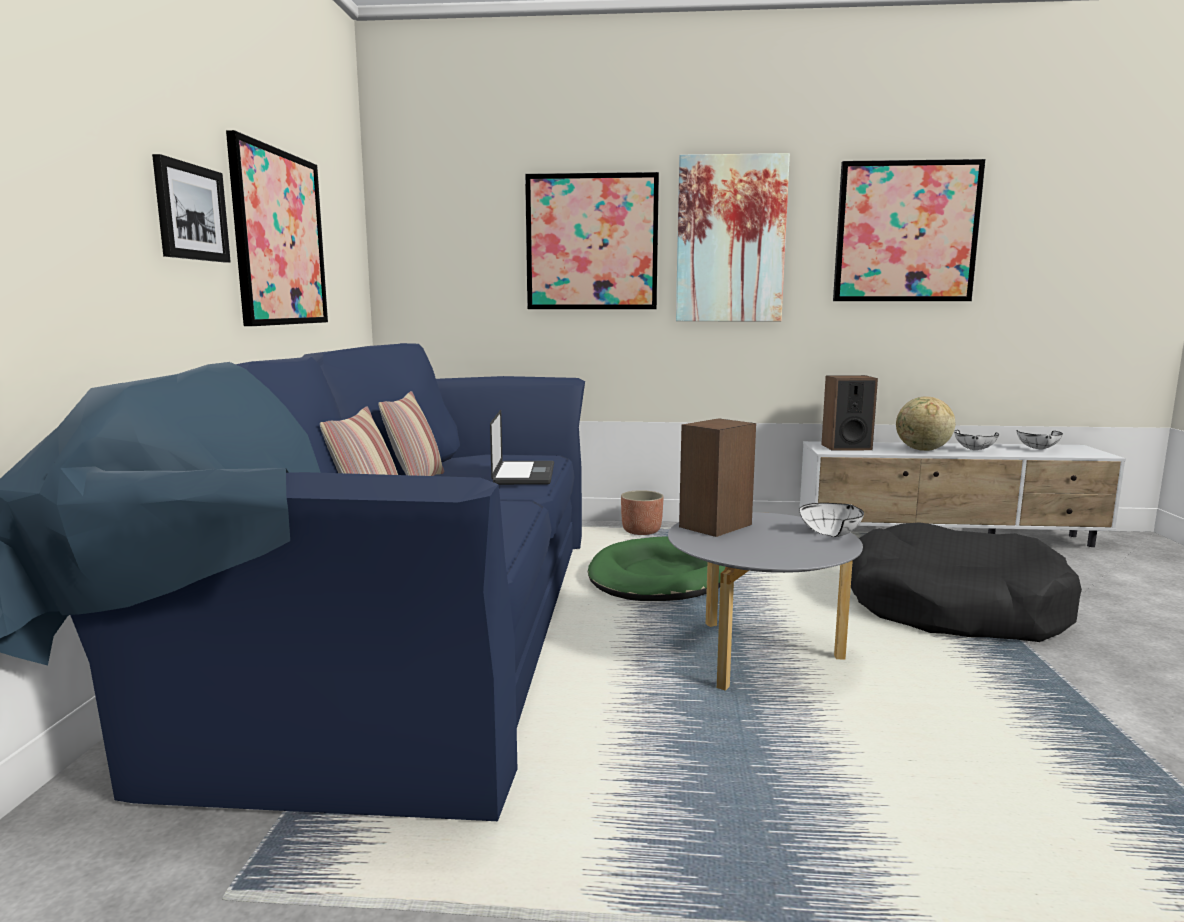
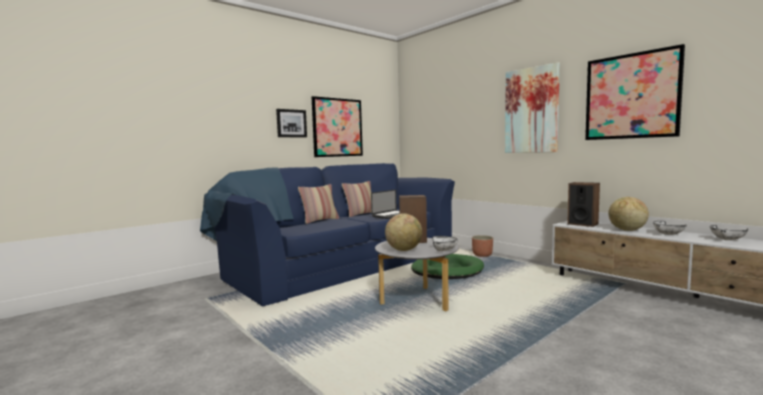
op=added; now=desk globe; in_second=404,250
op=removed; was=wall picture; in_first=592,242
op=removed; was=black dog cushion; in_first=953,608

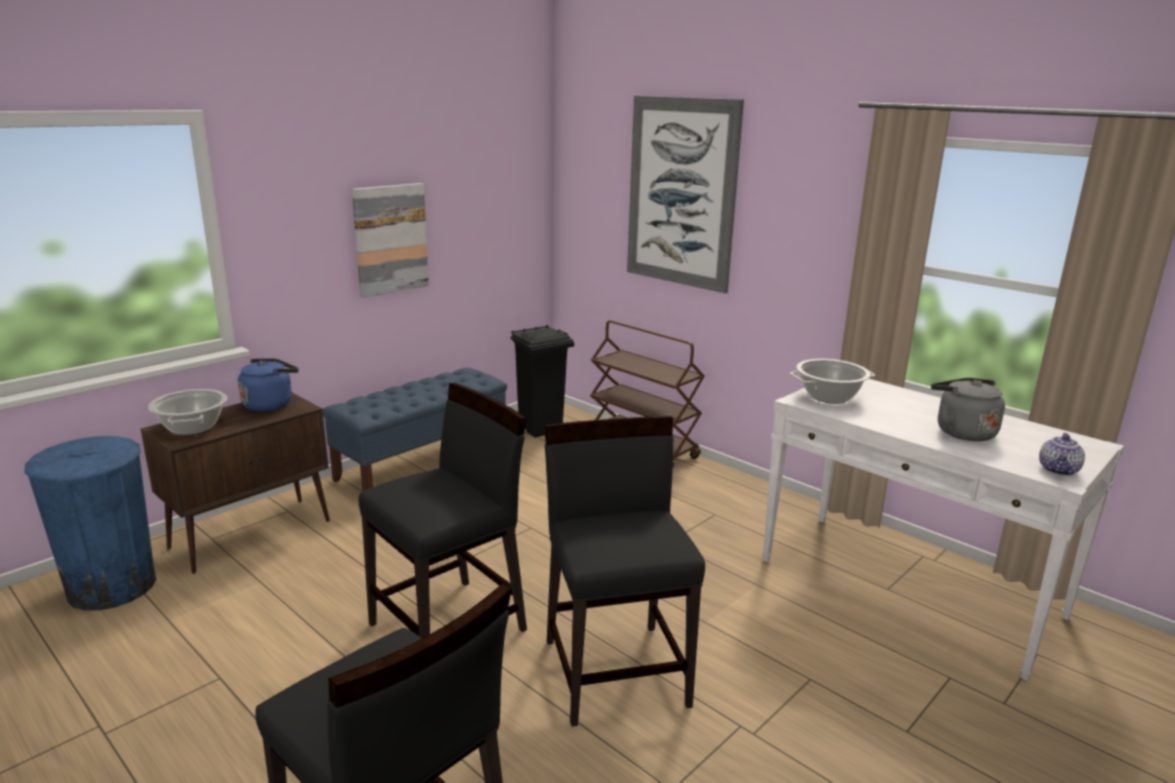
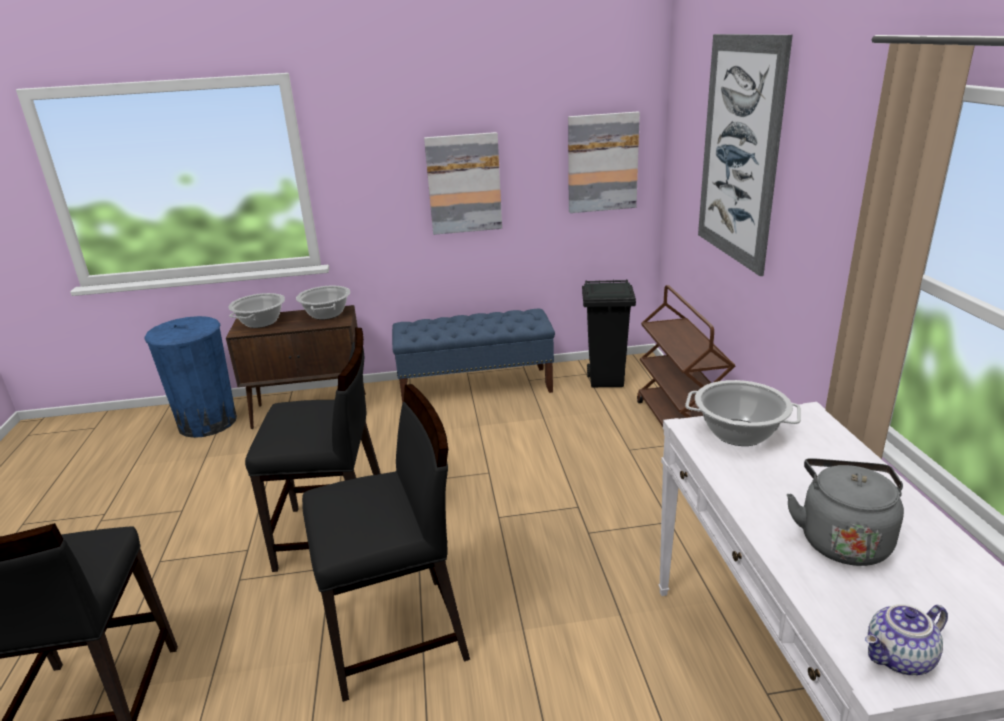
op=replaced; was=blue-coloured water kettle; now=saucepot; in_first=270,404; in_second=326,314
op=turned; was=black plain chair; in_first=616,670; in_second=397,635; clockwise=45
op=added; now=wall picture; in_second=602,162

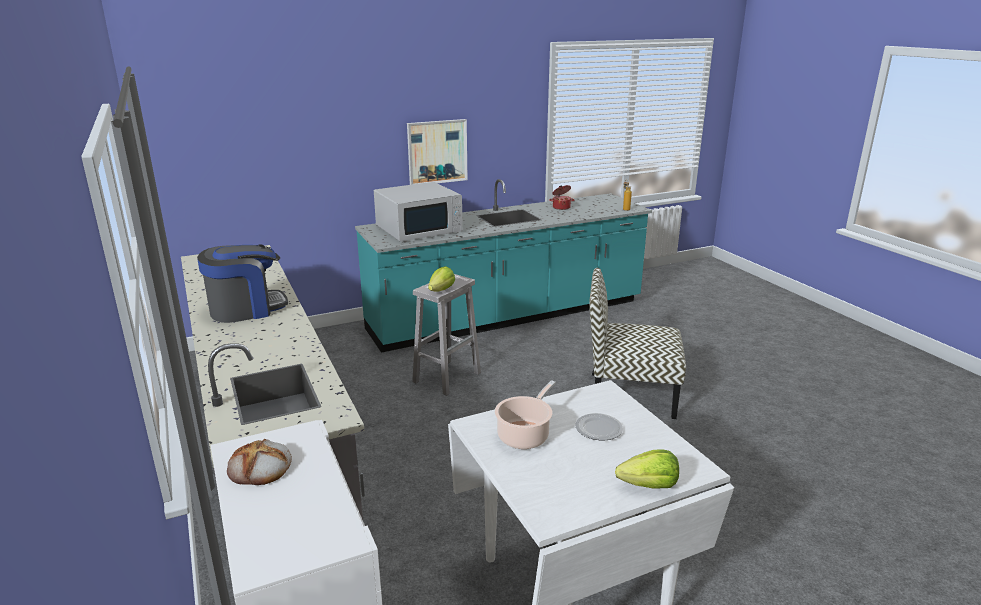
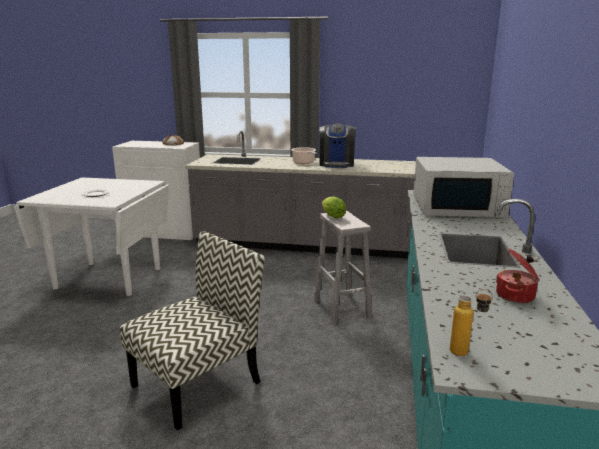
op=moved; was=saucepot; in_first=525,435; in_second=304,162
op=turned; was=white-coloured microwave oven; in_first=419,229; in_second=458,207; clockwise=-90
op=removed; was=wall picture; in_first=437,152
op=removed; was=lettuce; in_first=649,486

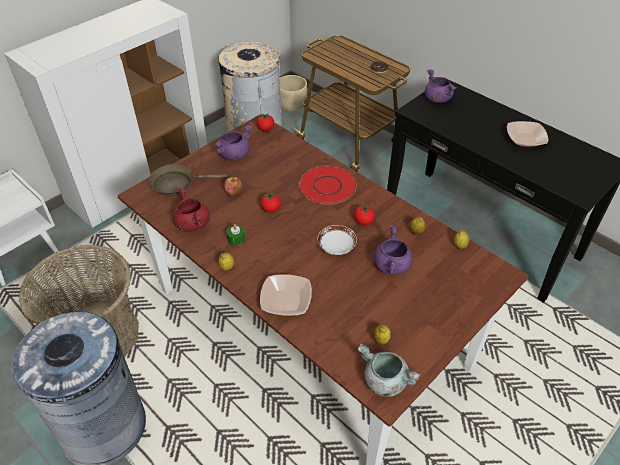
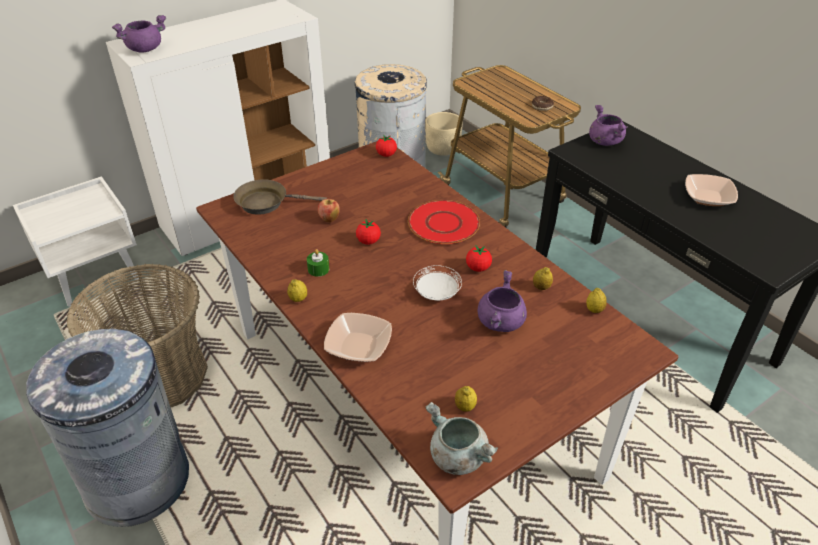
op=moved; was=purple-coloured saucepot; in_first=234,154; in_second=145,49
op=removed; was=reddish saucepot; in_first=192,224

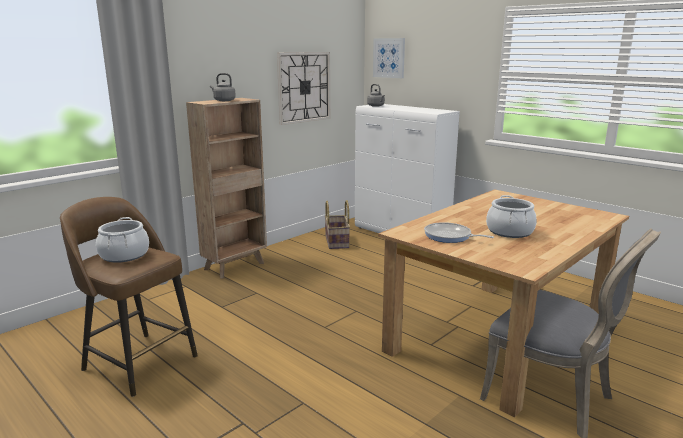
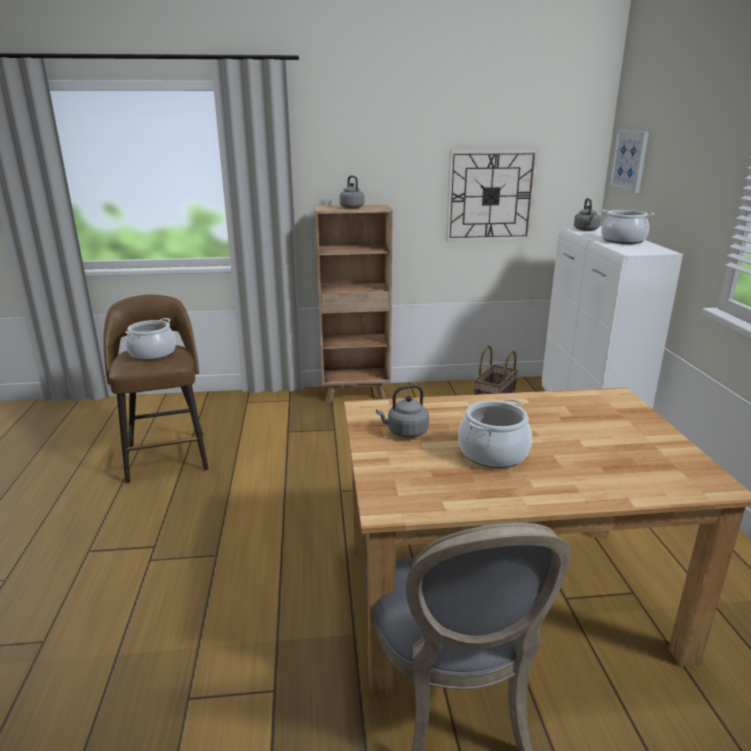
op=replaced; was=frying pan; now=grey water kettle; in_first=450,236; in_second=405,432
op=added; now=saucepot; in_second=623,240

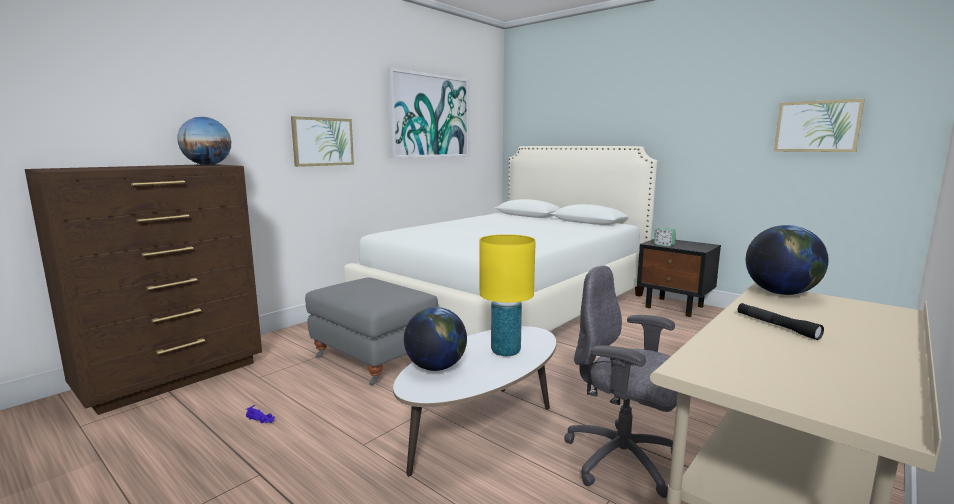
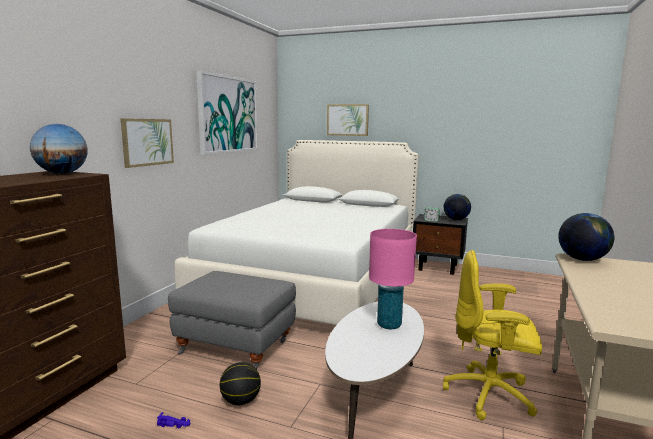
op=added; now=basketball ball; in_second=240,401
op=moved; was=wall picture; in_first=817,126; in_second=347,120
op=recoloured; was=yellowish tabletop lamp; now=pink-coloured tabletop lamp; in_first=506,351; in_second=389,325
op=recoloured; was=grey computer chair; now=yellowish computer chair; in_first=623,460; in_second=490,395
op=moved; was=desk globe; in_first=436,367; in_second=456,219
op=removed; was=black flashlight; in_first=776,326

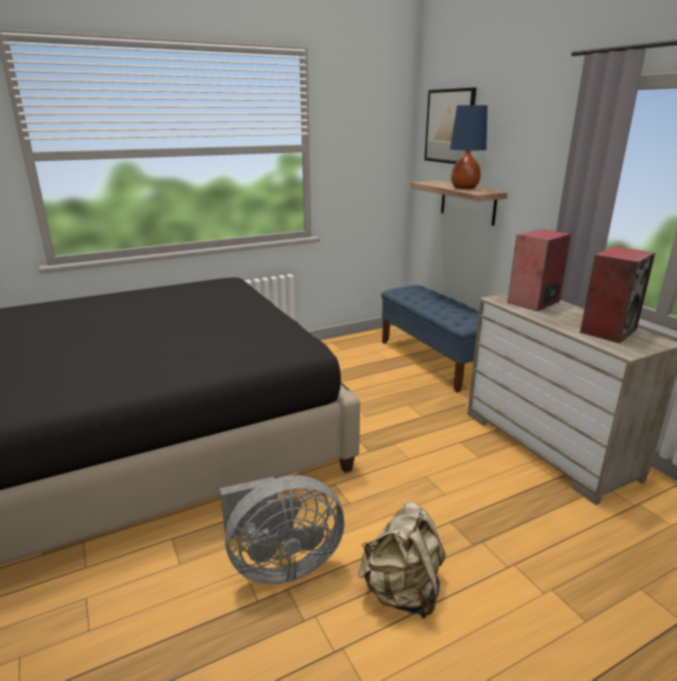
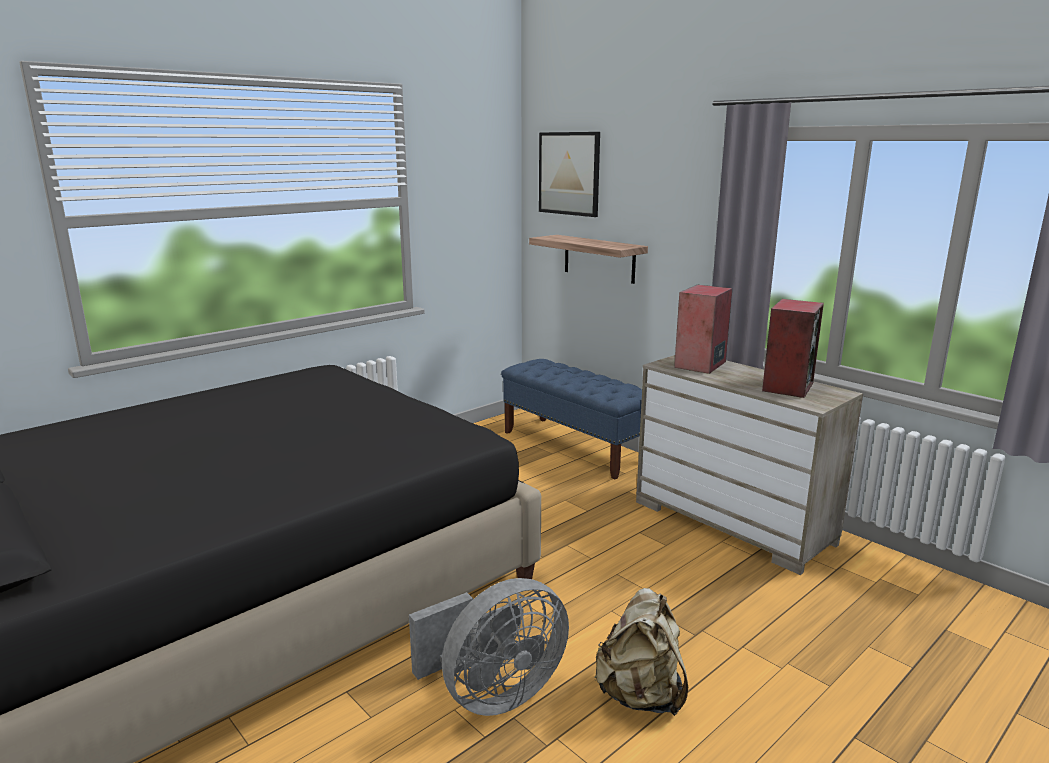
op=removed; was=blue-coloured tabletop lamp; in_first=465,188

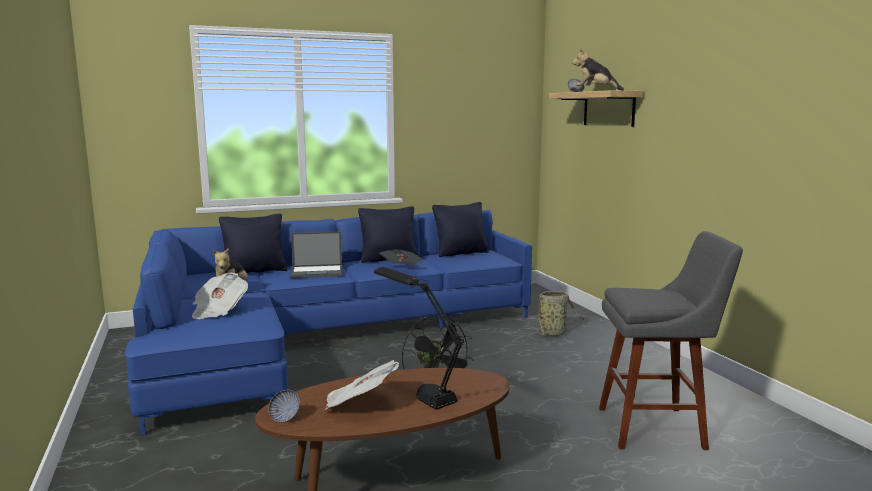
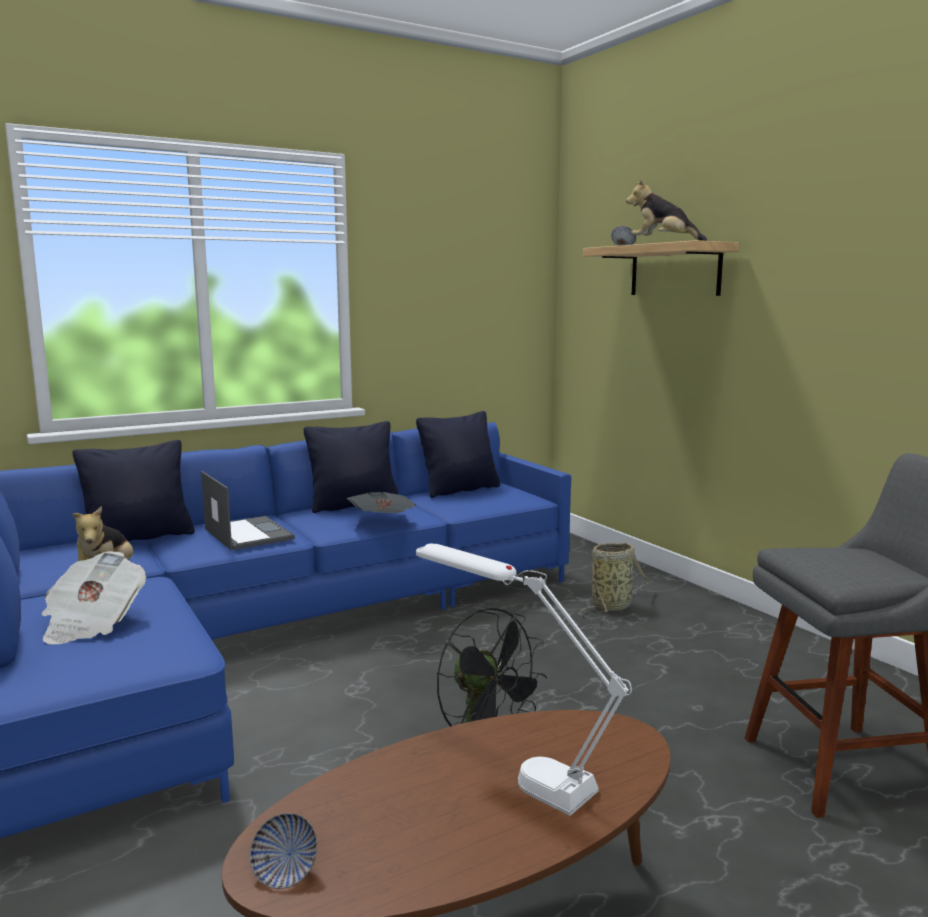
op=turned; was=notebook computer; in_first=318,272; in_second=247,533; clockwise=-105
op=recoloured; was=black tabletop lamp; now=white-coloured tabletop lamp; in_first=417,389; in_second=513,768
op=removed; was=newspaper; in_first=360,403

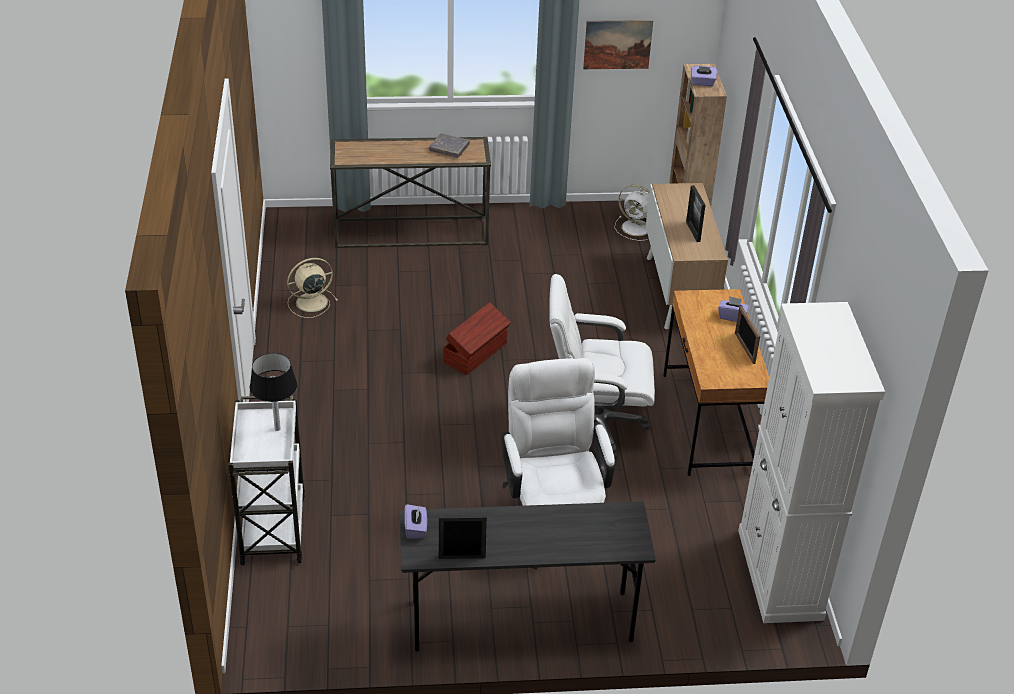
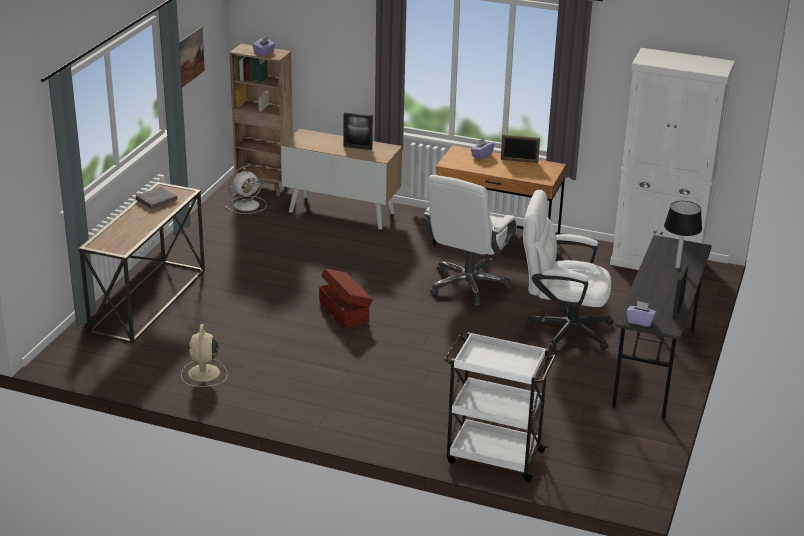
op=moved; was=black tabletop lamp; in_first=277,428; in_second=677,267

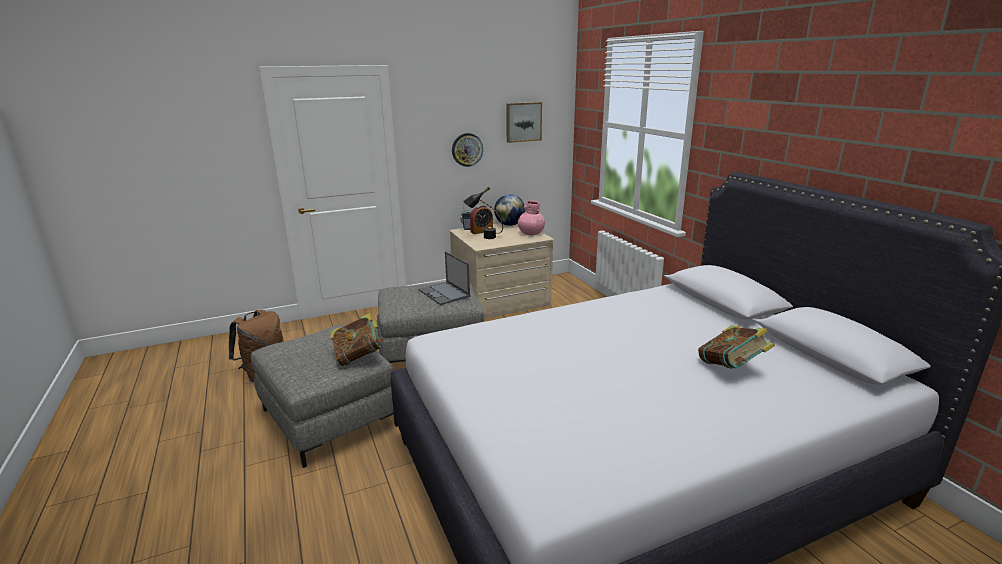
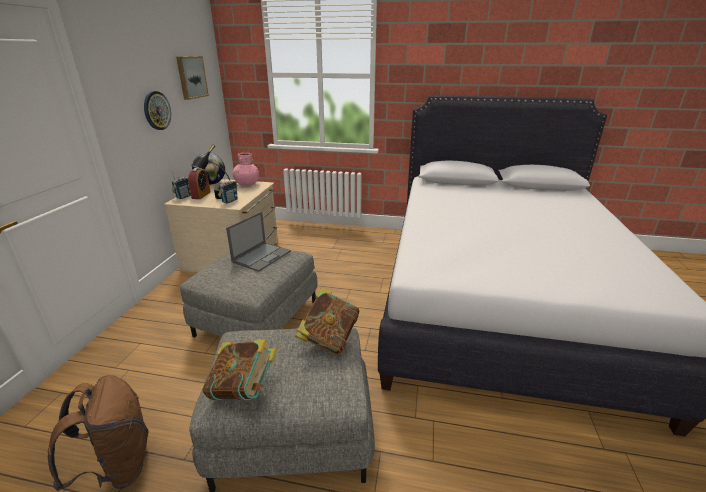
op=moved; was=book; in_first=731,368; in_second=244,389
op=added; now=radio set; in_second=229,201
op=turned; was=notebook computer; in_first=444,293; in_second=262,256; clockwise=-60

